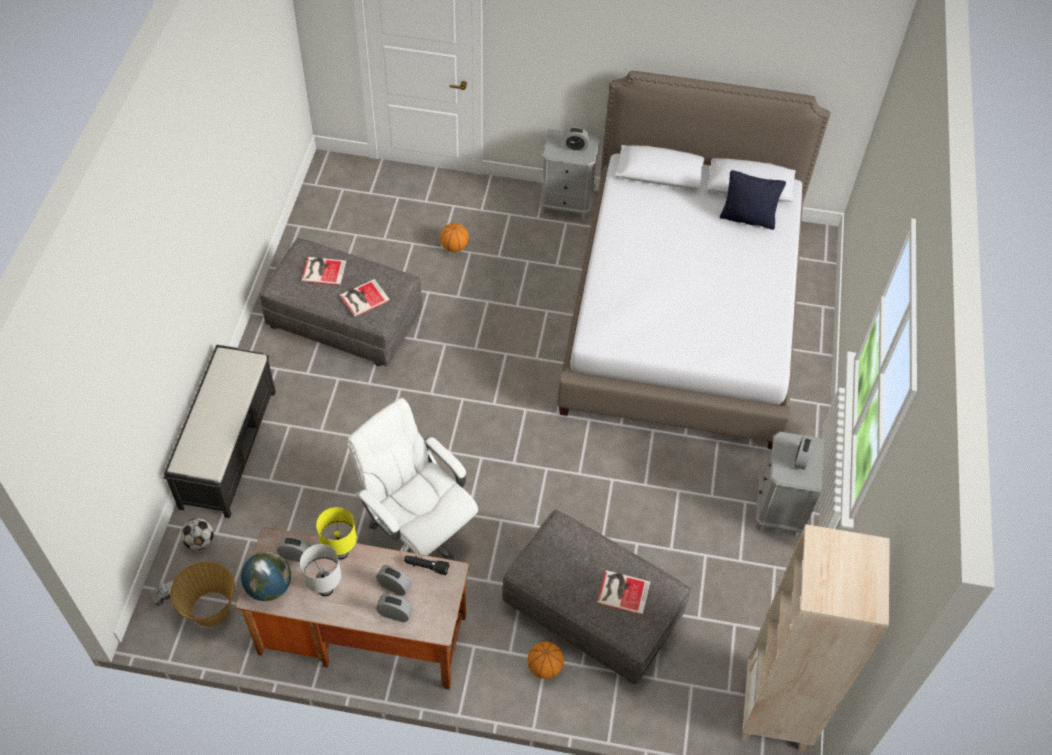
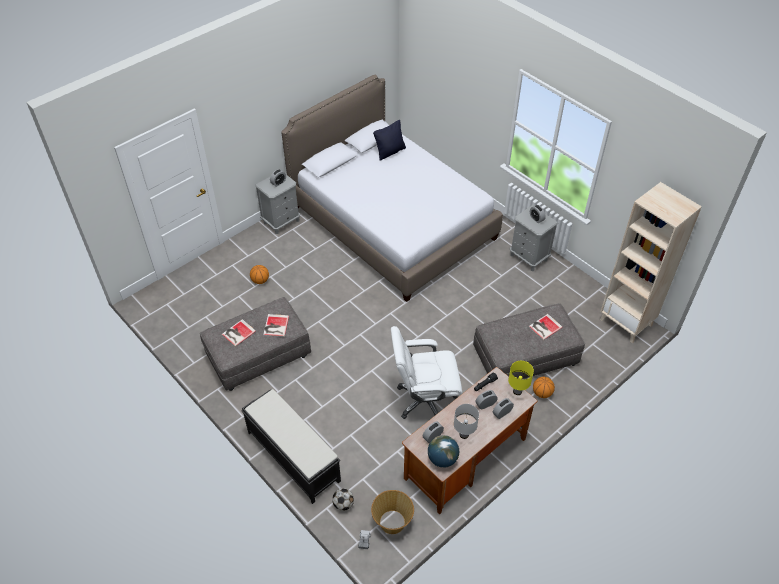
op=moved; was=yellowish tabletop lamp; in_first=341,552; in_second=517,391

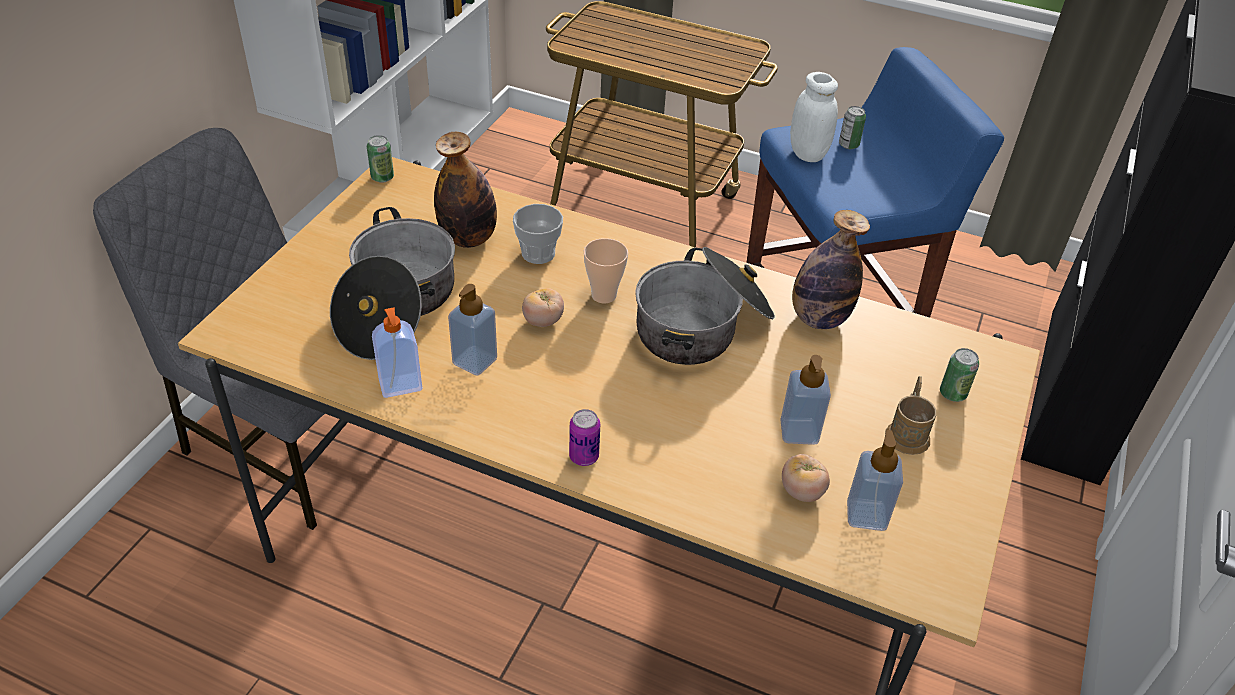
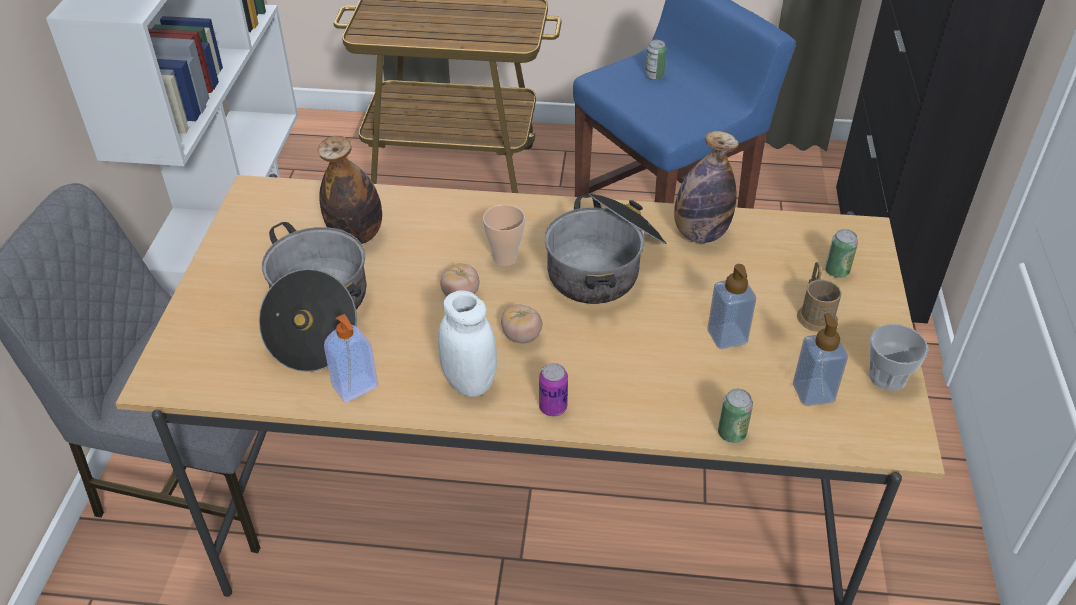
op=moved; was=white-coloured storage jar; in_first=807,154; in_second=469,382
op=moved; was=whole tomato; in_first=802,491; in_second=521,336
op=moved; was=sealed can; in_first=382,177; in_second=731,433
op=moved; was=drinking cup; in_first=538,253; in_second=887,377
op=removed; was=soap dispenser; in_first=475,361

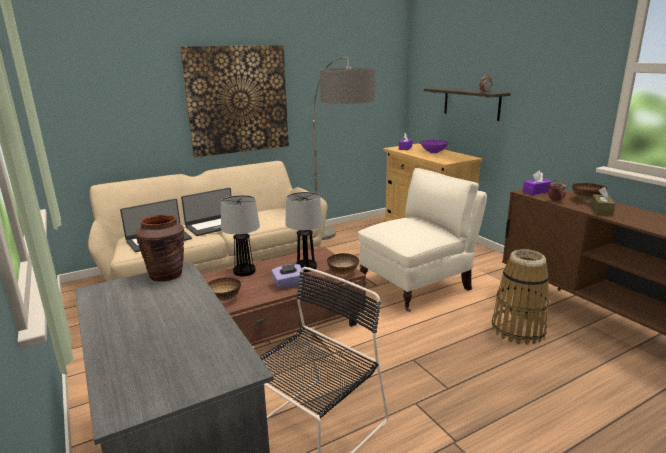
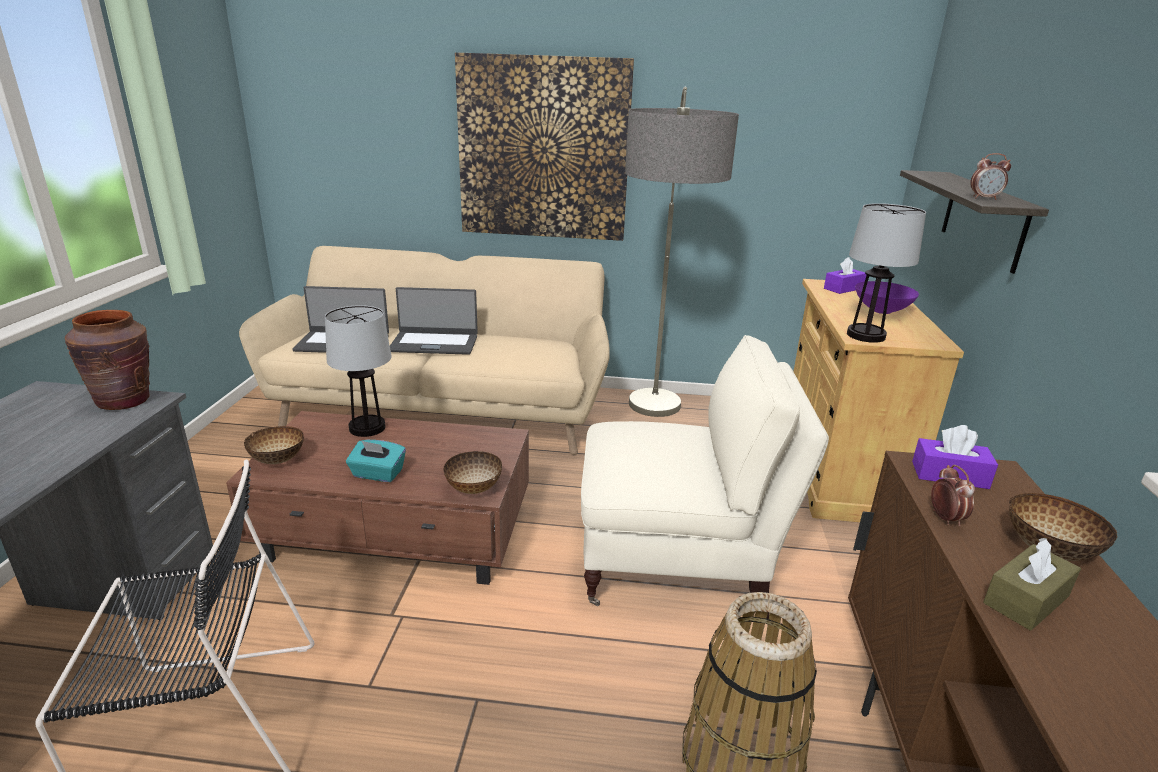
op=recoloured; was=purple-coloured tissue box; now=blue-green tissue box; in_first=288,284; in_second=377,474
op=moved; was=tabletop lamp; in_first=305,267; in_second=865,335

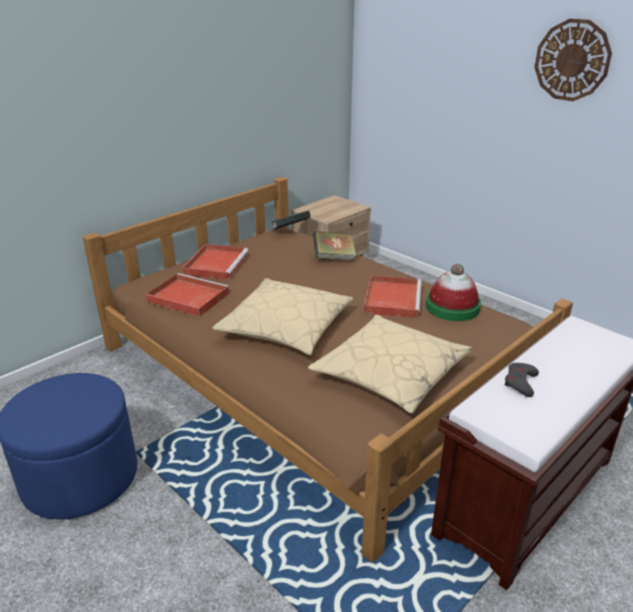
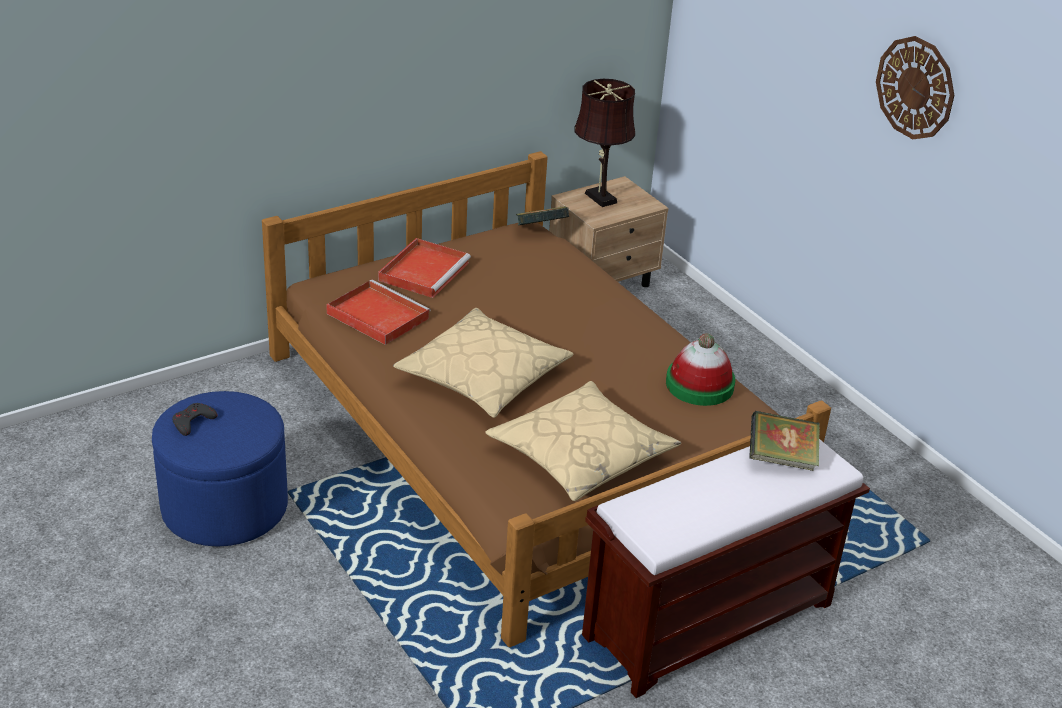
op=moved; was=grey joypad; in_first=520,382; in_second=193,422
op=added; now=brownish tabletop lamp; in_second=599,196
op=moved; was=book; in_first=334,258; in_second=781,458
op=removed; was=reddish carrying tray; in_first=391,298

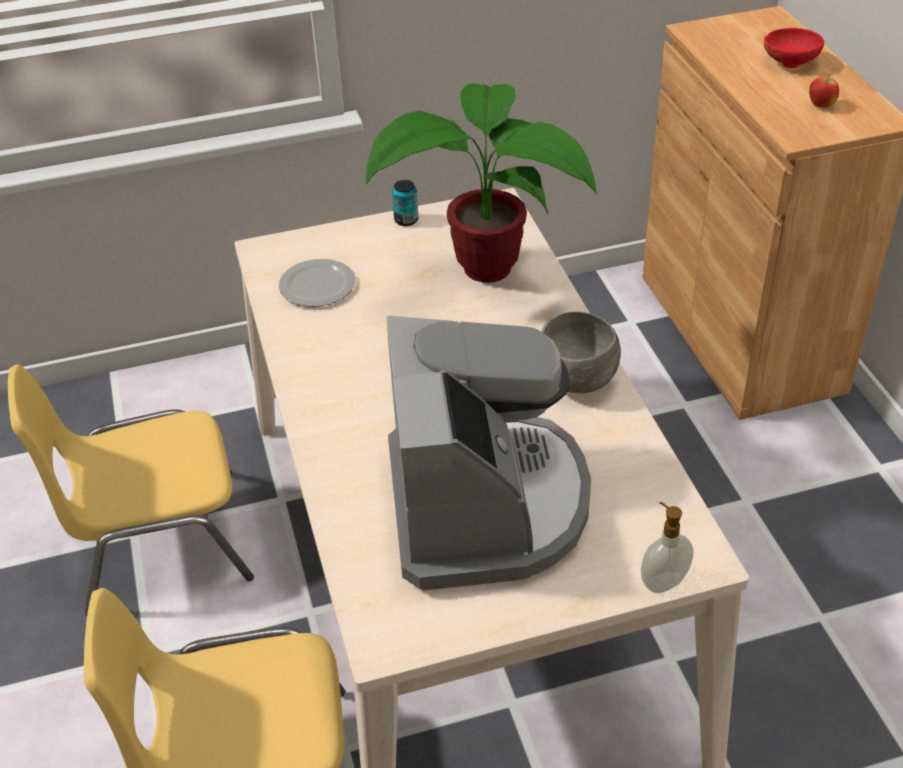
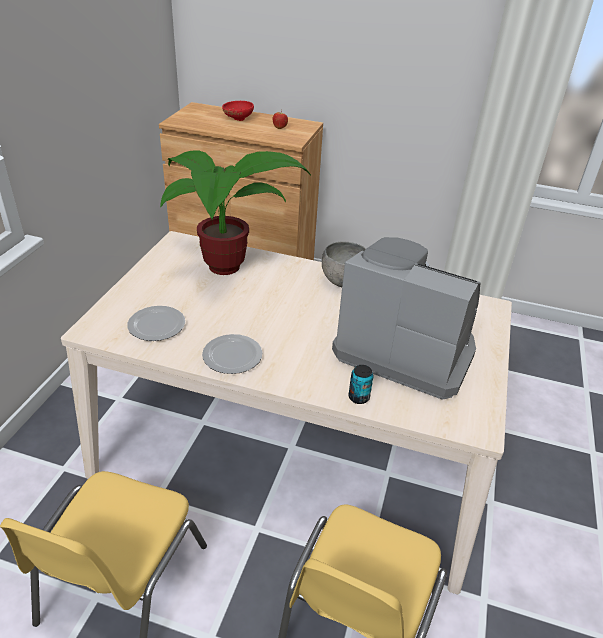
op=added; now=dinner plate; in_second=233,355
op=moved; was=sealed can; in_first=406,220; in_second=358,397
op=removed; was=soap dispenser; in_first=663,581

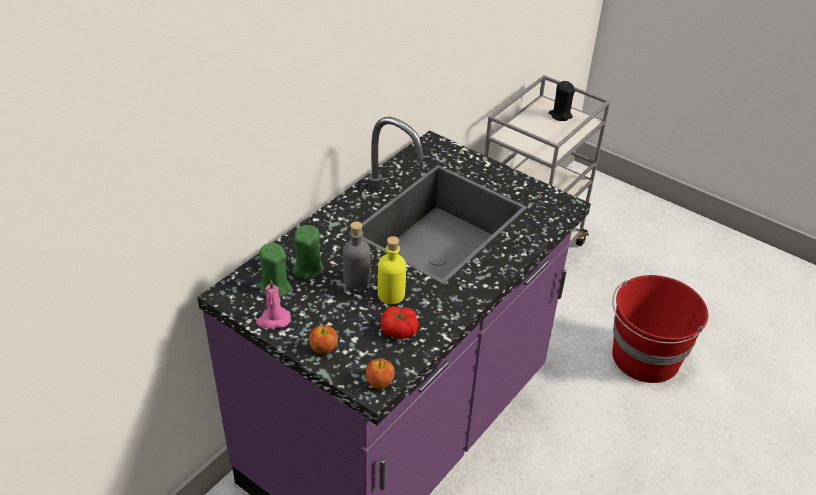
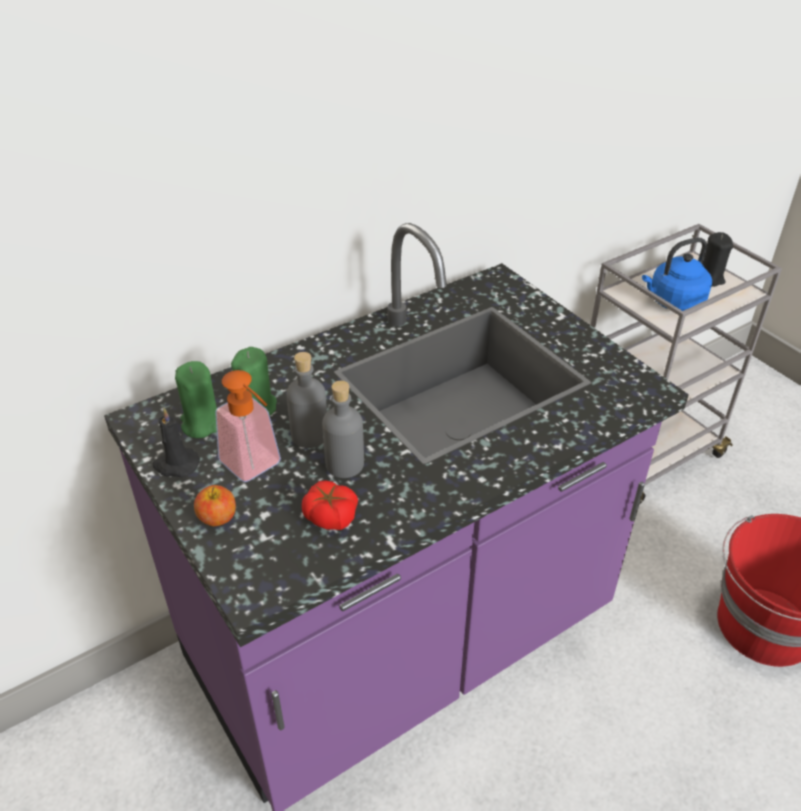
op=recoloured; was=pink-coloured candle; now=black candle; in_first=273,320; in_second=176,465
op=added; now=soap dispenser; in_second=256,467
op=recoloured; was=yellowish drink bottle; now=grey drink bottle; in_first=391,295; in_second=345,464
op=added; now=blue-coloured water kettle; in_second=673,302
op=removed; was=apple; in_first=380,382

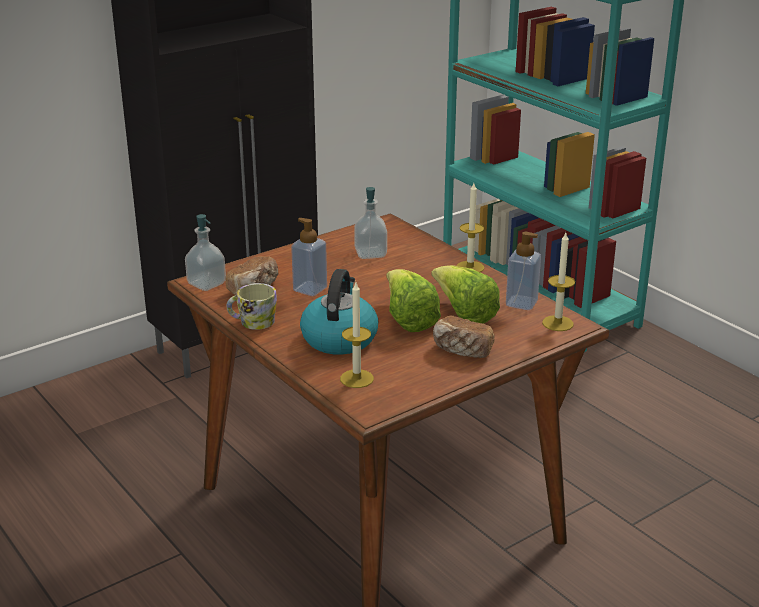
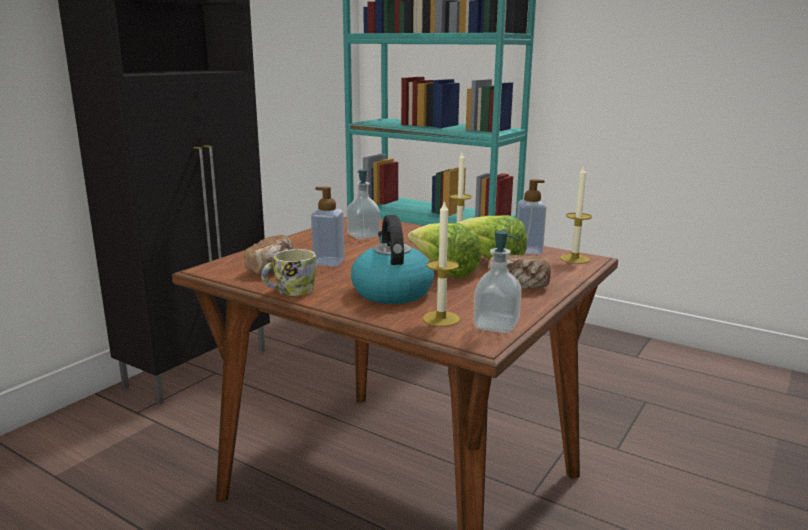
op=moved; was=soap dispenser; in_first=206,284; in_second=496,325

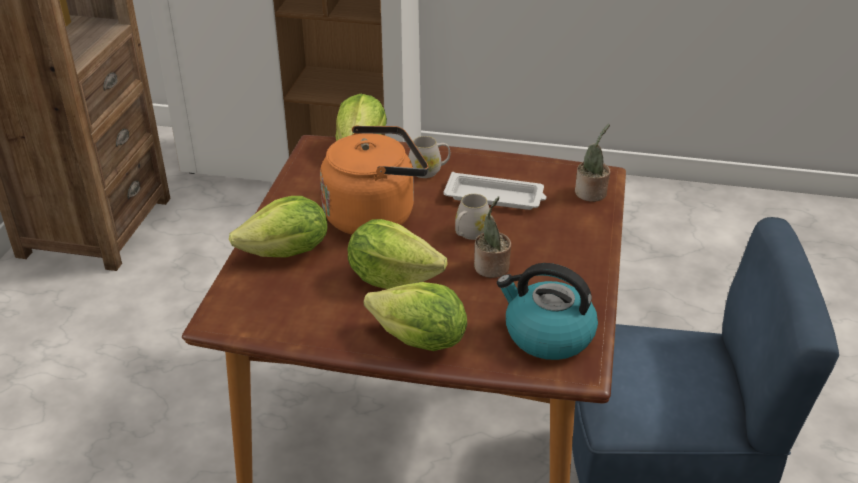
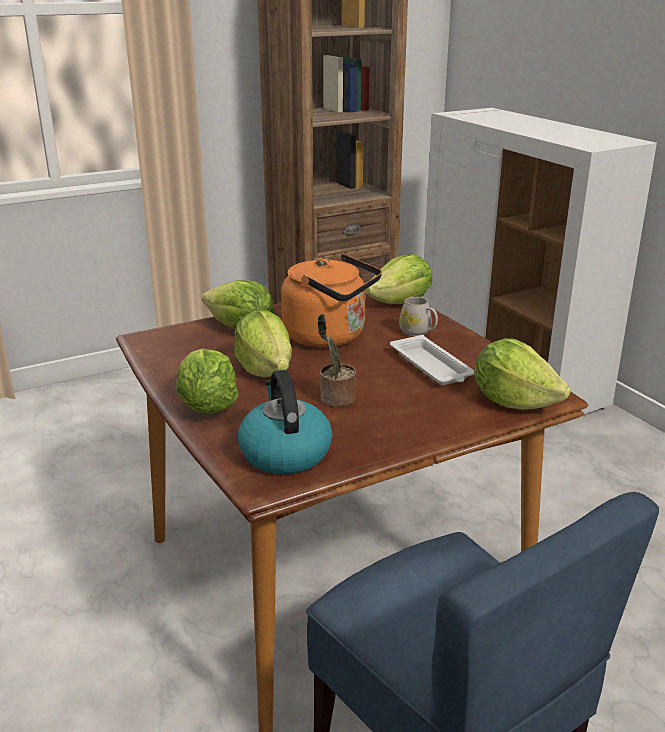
op=replaced; was=potted plant; now=lettuce; in_first=591,194; in_second=514,401
op=removed; was=white-coloured mug; in_first=470,234

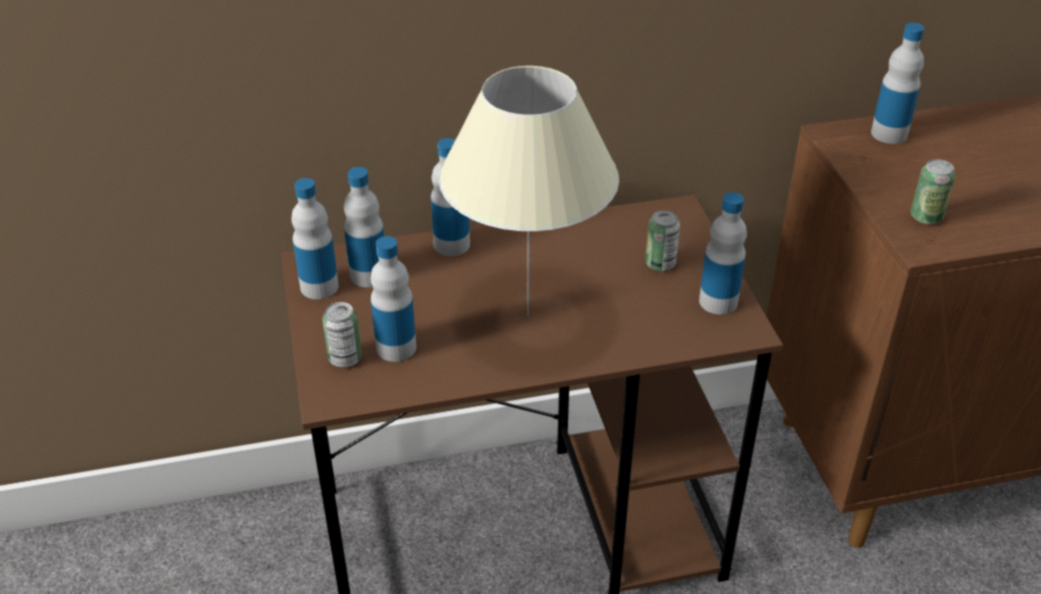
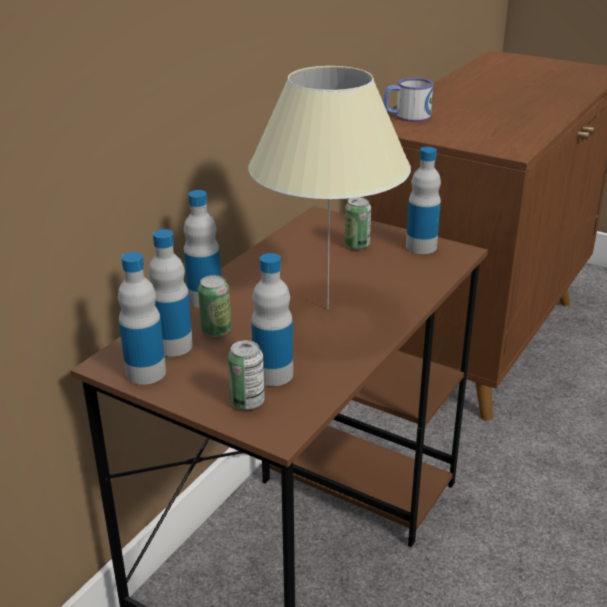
op=moved; was=sealed can; in_first=926,217; in_second=216,331
op=replaced; was=drink bottle; now=mug; in_first=889,134; in_second=406,116

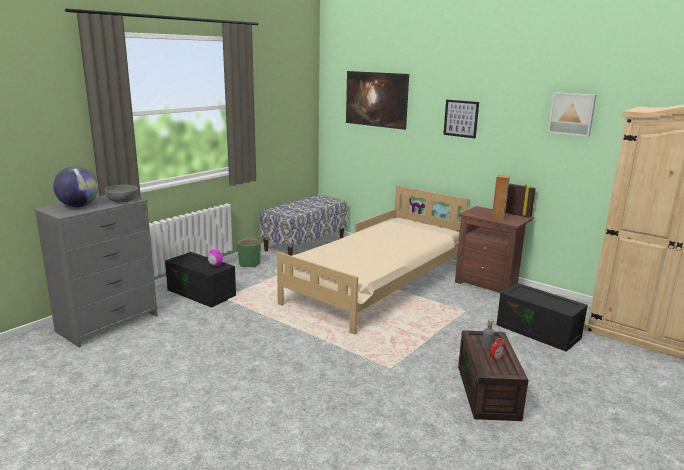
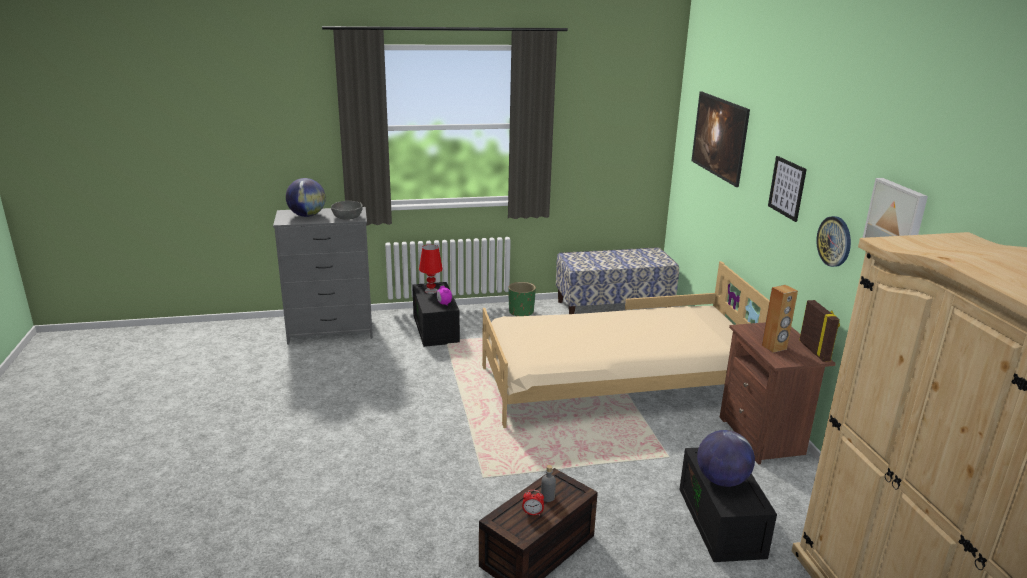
op=added; now=reddish tabletop lamp; in_second=431,291
op=added; now=desk globe; in_second=721,480
op=added; now=hanging clock; in_second=834,241

